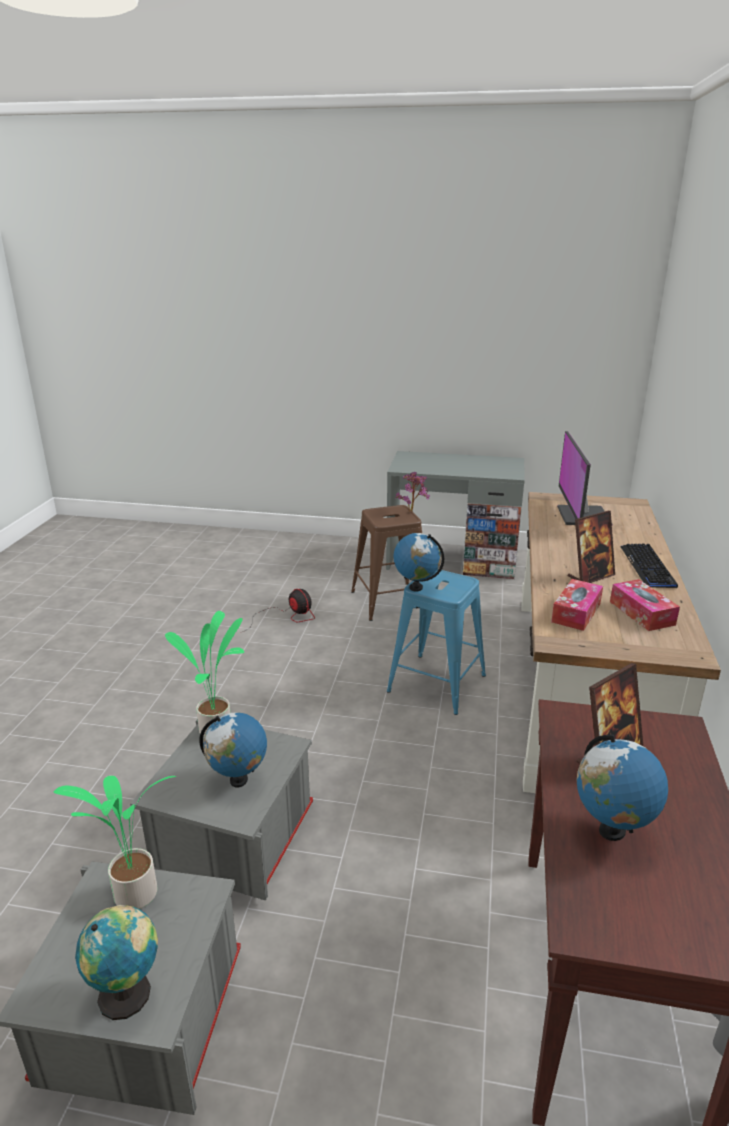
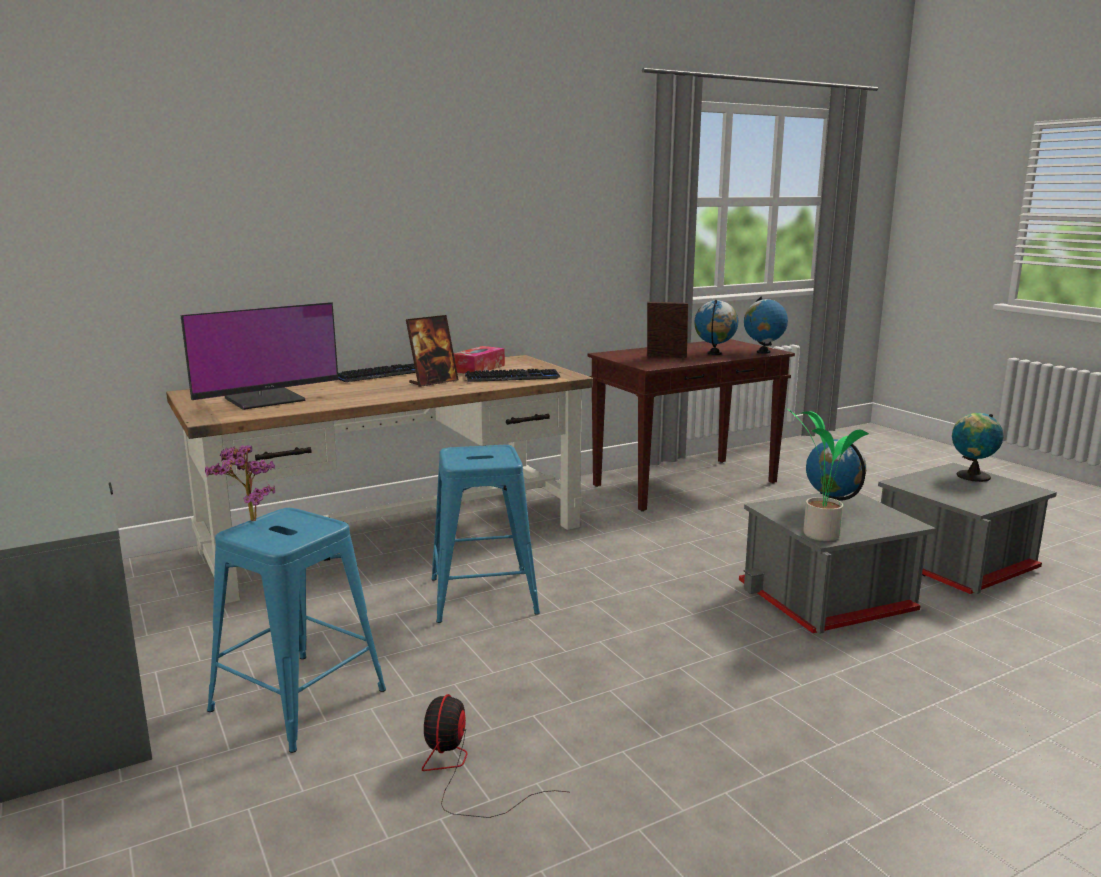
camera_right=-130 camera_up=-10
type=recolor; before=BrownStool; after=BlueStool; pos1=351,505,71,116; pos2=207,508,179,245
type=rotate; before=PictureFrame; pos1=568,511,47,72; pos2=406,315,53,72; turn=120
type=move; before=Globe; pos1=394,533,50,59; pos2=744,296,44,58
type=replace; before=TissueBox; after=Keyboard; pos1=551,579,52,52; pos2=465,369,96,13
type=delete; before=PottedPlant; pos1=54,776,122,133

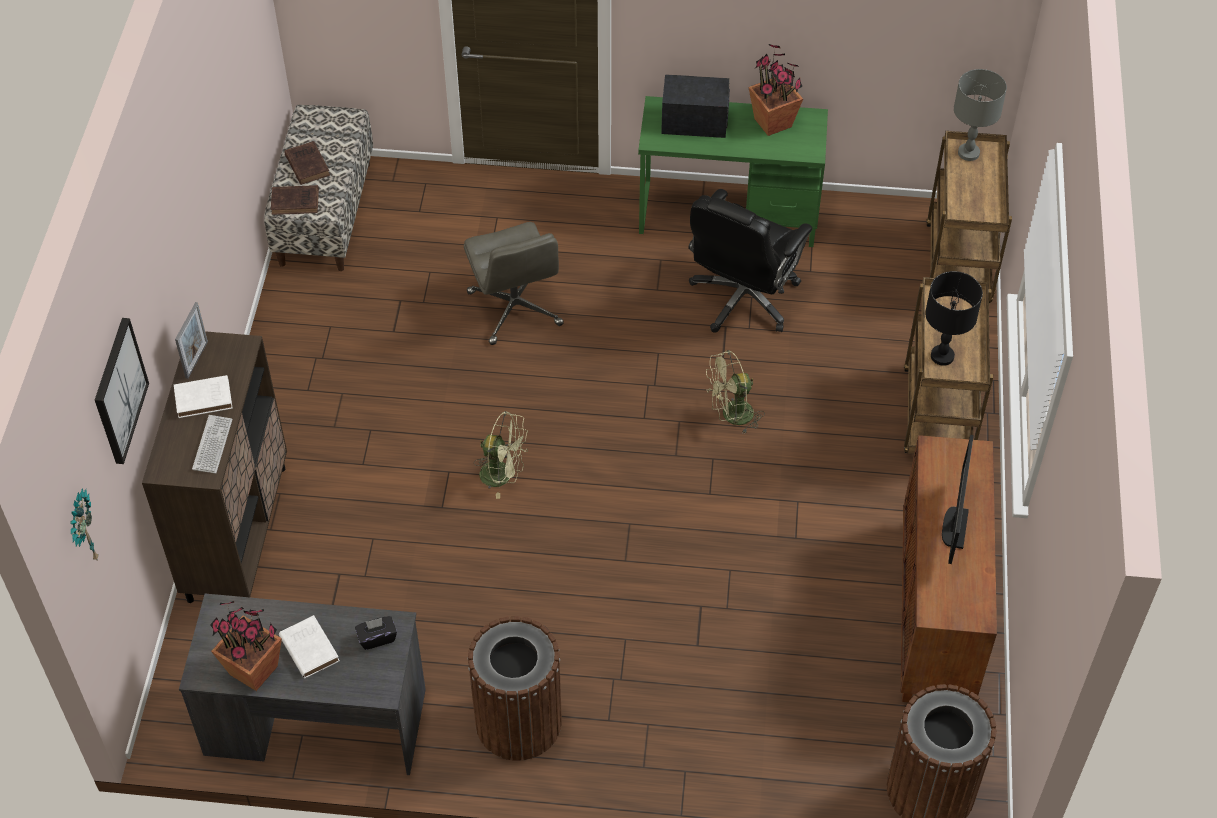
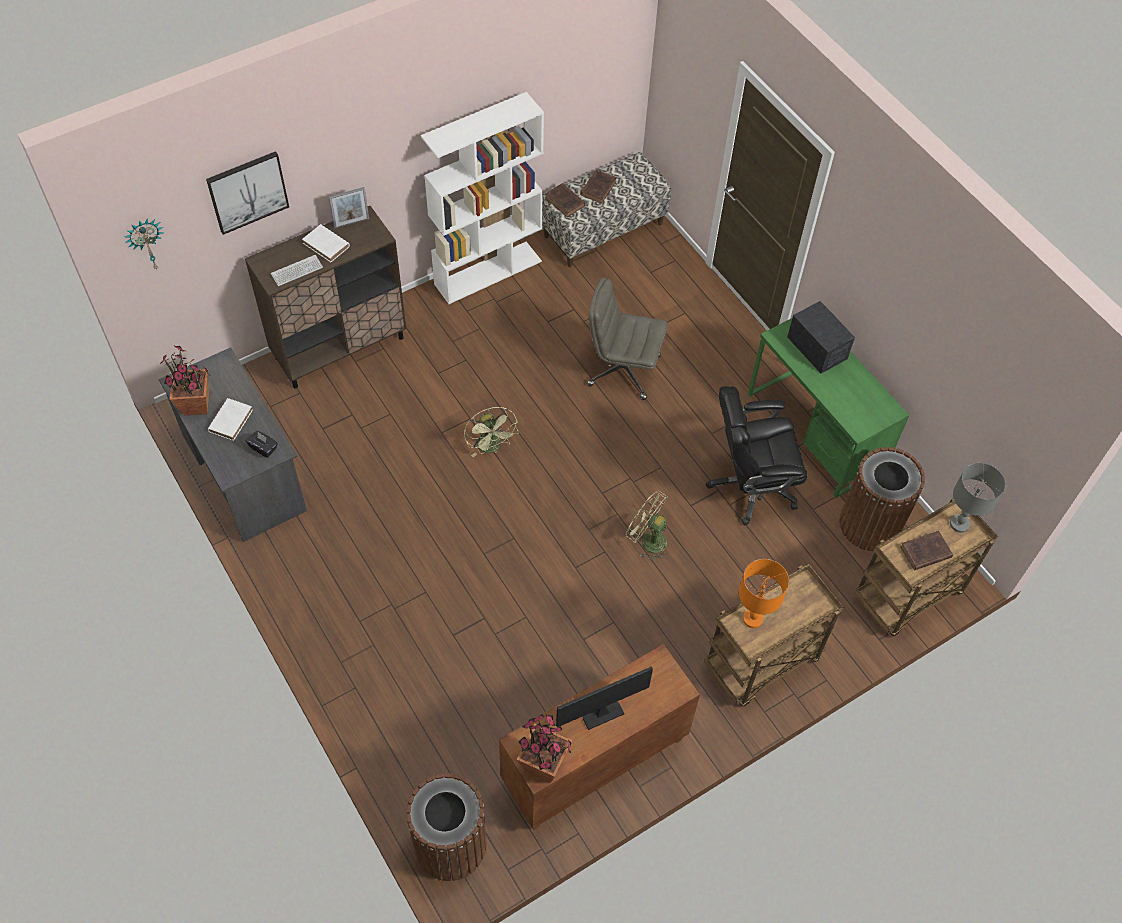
camera_right=50 camera_up=5
type=move; before=PottedPlant; pos1=748,44,55,92; pos2=517,714,55,69
type=rotate; before=GreyOfficeChair; pos1=464,222,100,123; pos2=587,277,80,123; turn=75
type=recolor; before=BlackTableLamp; after=OrangeTableLamp; pos1=925,271,58,95; pos2=739,559,50,69
type=move; before=BrownTrashCan; pos1=468,616,94,145; pos2=839,447,86,104
type=insert; after=WhiteBookcase; pos2=421,92,123,212
type=insert; after=BrownBook; pos2=900,531,53,40

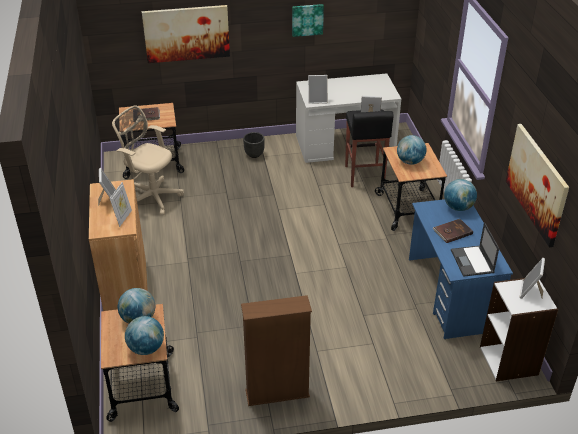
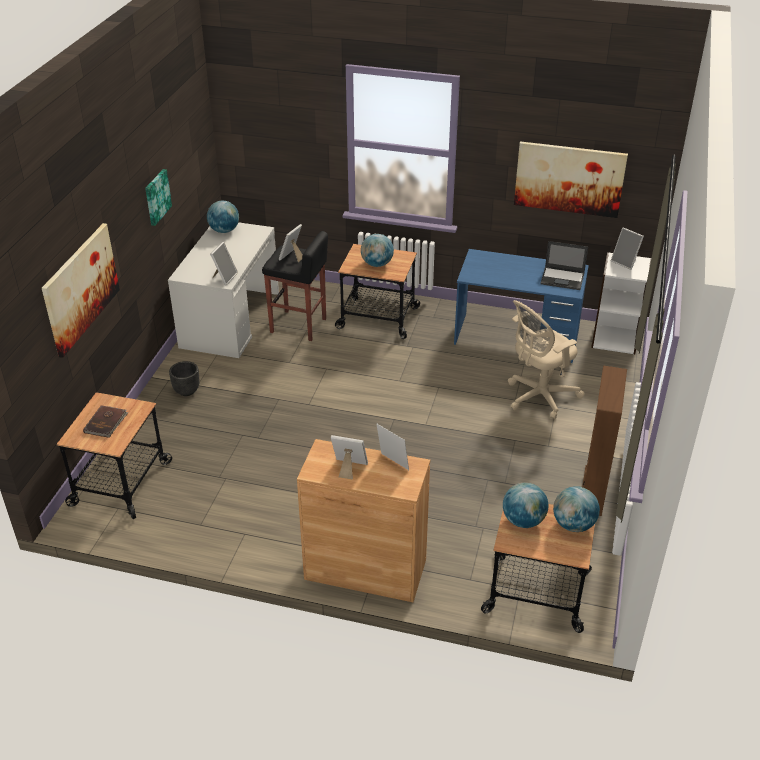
camera_right=-65 camera_up=0
type=move; before=BeigeOfficeChair; pos1=112,105,72,110; pos2=508,300,77,119
type=move; before=Globe; pos1=444,179,33,32; pos2=207,201,32,32
type=delete; before=BrownBook; pos1=433,219,40,24

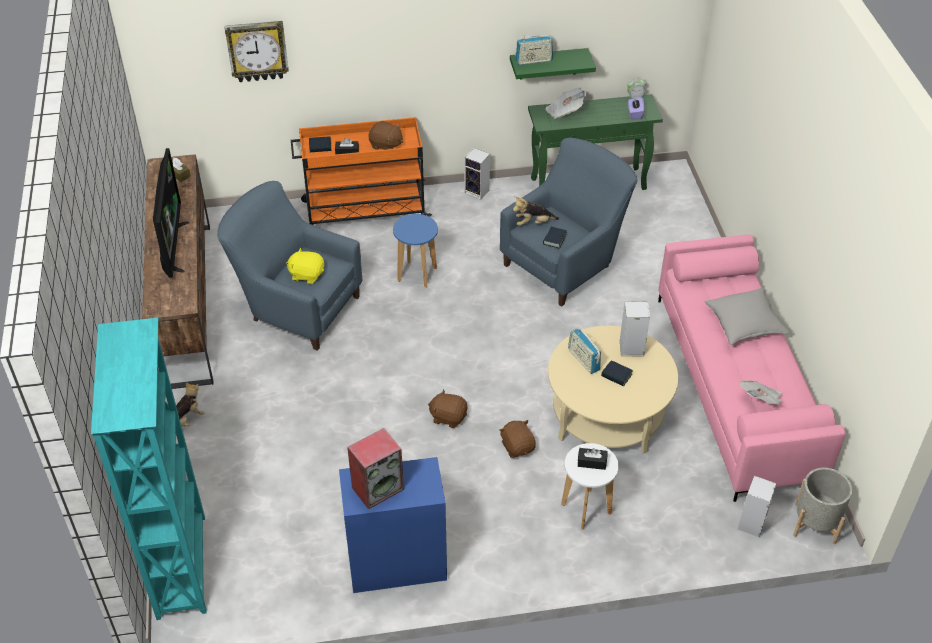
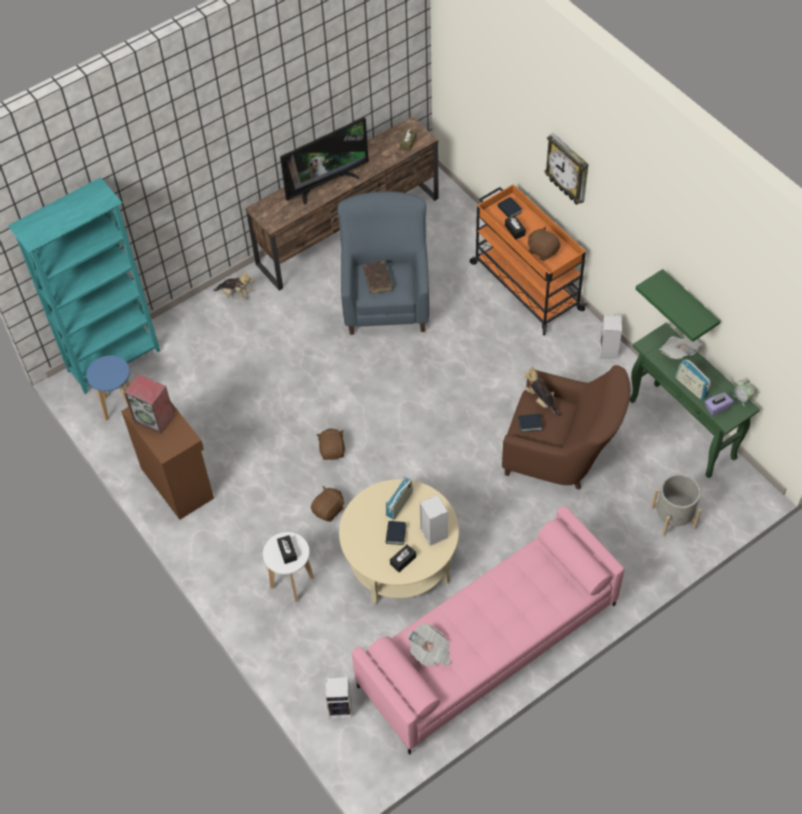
camera_right=65 camera_up=10
type=move; before=WallClock; pos1=225,21,64,61; pos2=544,133,44,72
type=move; before=Radio; pos1=515,35,38,30; pos2=675,359,36,41
type=rotate; before=BrownPlushToy; pos1=368,121,35,29; pos2=528,226,32,35; turn=135
type=recolor; before=BlueArmchair; after=BrownArmchair; pos1=500,138,137,169; pos2=502,365,129,125
type=move; before=BlueStool; pos1=393,214,45,74; pos2=86,355,44,66
type=replace; before=YellowPlushToy; after=BrownBook; pos1=286,248,38,36; pos2=362,260,31,34
type=delete; before=GreyPillow; pos1=705,288,84,57
type=recolor; before=BlueCabinet; after=BrownCabinet; pos1=339,457,108,136; pos2=121,401,93,119
type=move; before=GreyPlanter; pos1=793,468,59,76; pos2=651,474,50,62
type=insert; after=BlackTissueBox; pos2=390,544,26,28

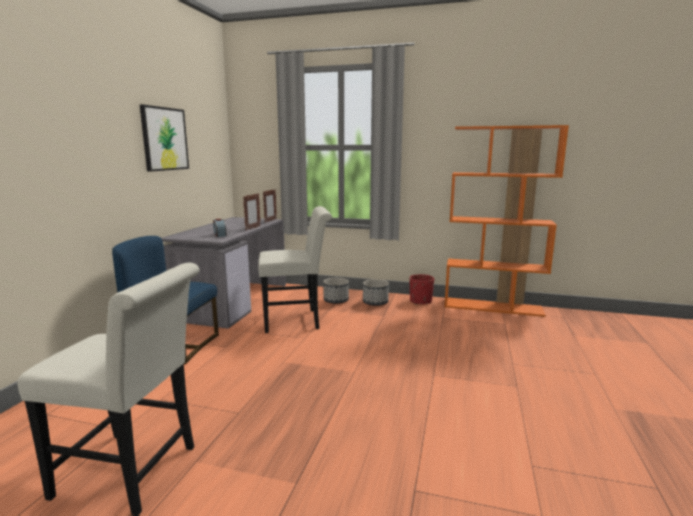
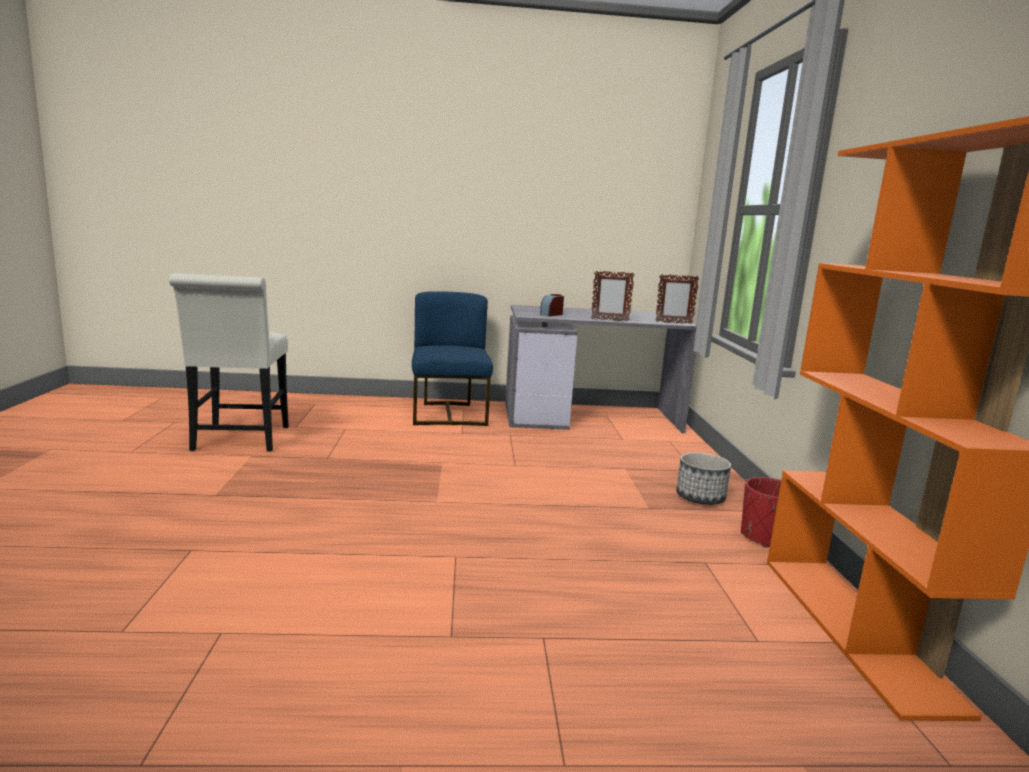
camera_right=70 camera_up=0
type=delete; before=Picture; pos1=140,105,49,67
type=delete; before=WhiteChair; pos1=258,206,74,127
type=delete; before=Planter; pos1=323,278,26,26

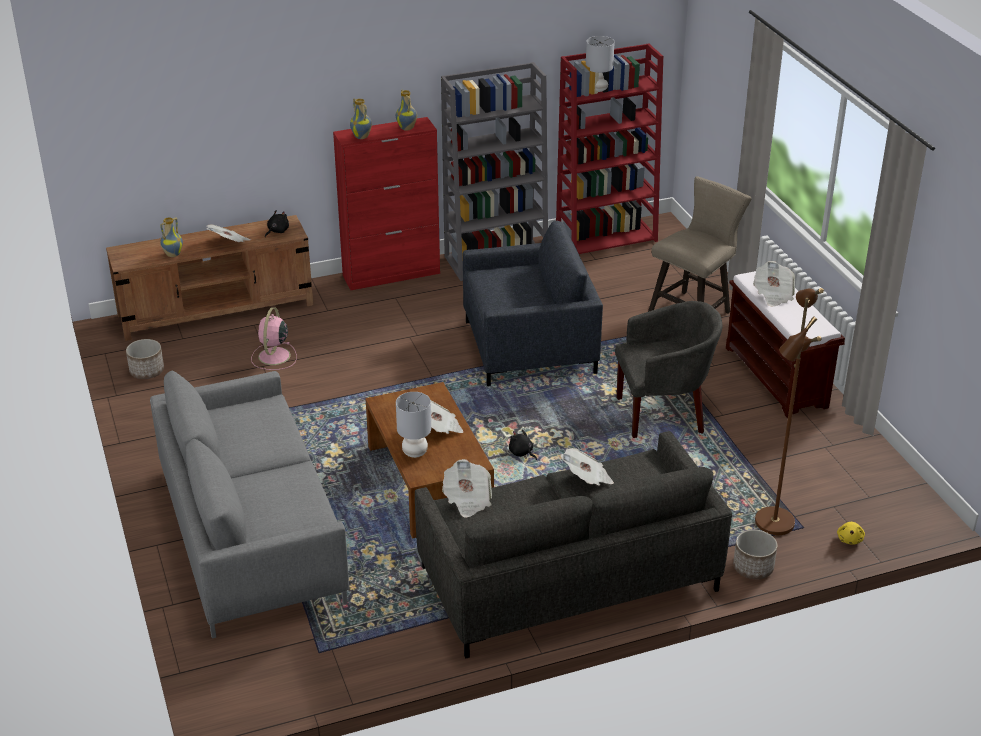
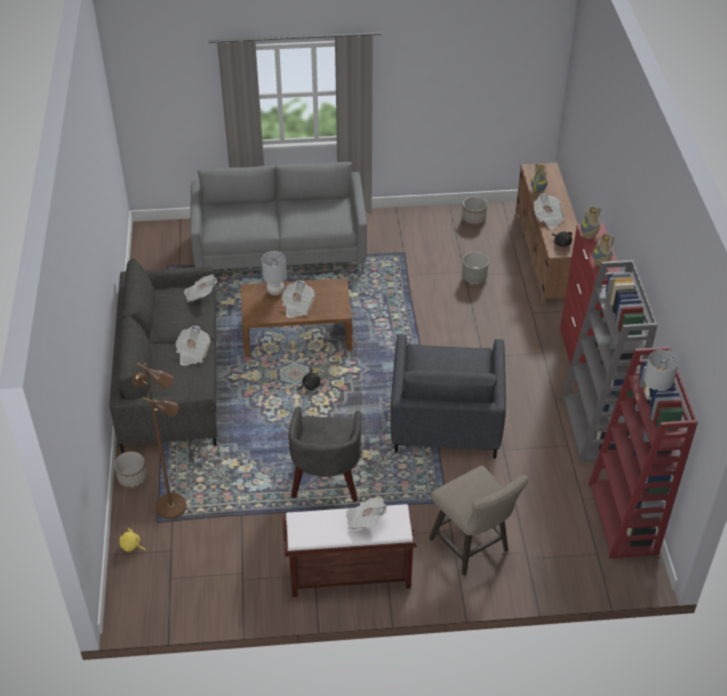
camera_right=105 camera_up=10
type=replace; before=PinkFan; after=GreyPlanter; pos1=251,307,46,63; pos2=462,252,27,32

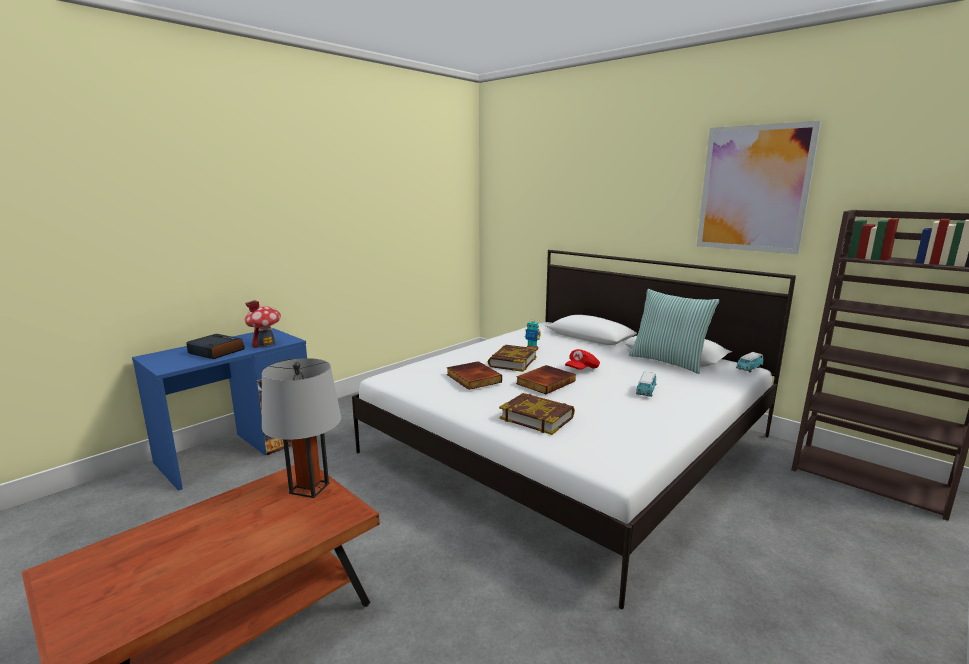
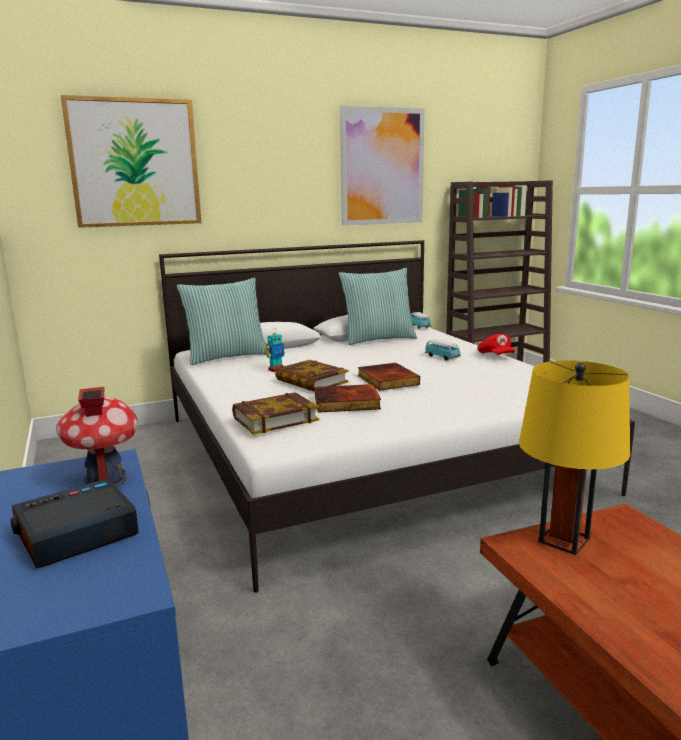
camera_right=-65 camera_up=0
type=move; before=RedCap; pos1=565,349,35,21; pos2=478,334,37,21
type=recolor; before=GreyTableLamp; after=YellowTableLamp; pos1=262,358,79,140; pos2=519,360,111,195
type=move; before=Book; pos1=499,393,76,42; pos2=232,392,87,43
type=insert; after=Picture; pos2=61,95,140,133
type=insert; after=Pillow; pos2=177,278,90,87

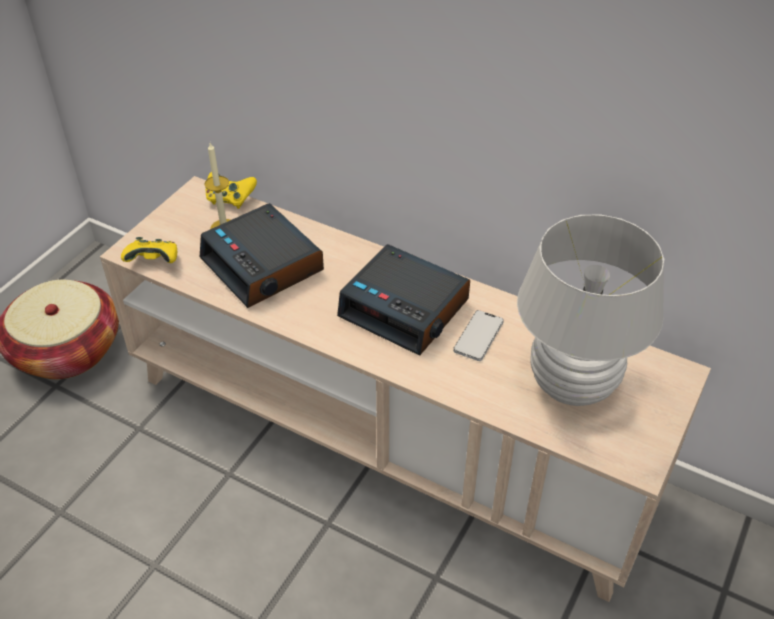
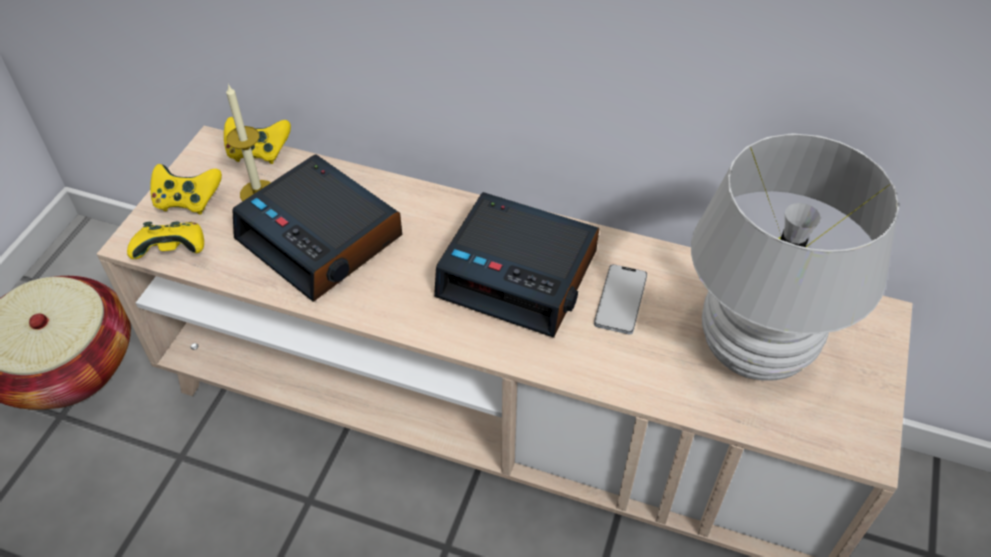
camera_right=-10 camera_up=5
type=insert; after=YellowGameController; pos2=150,164,72,51

